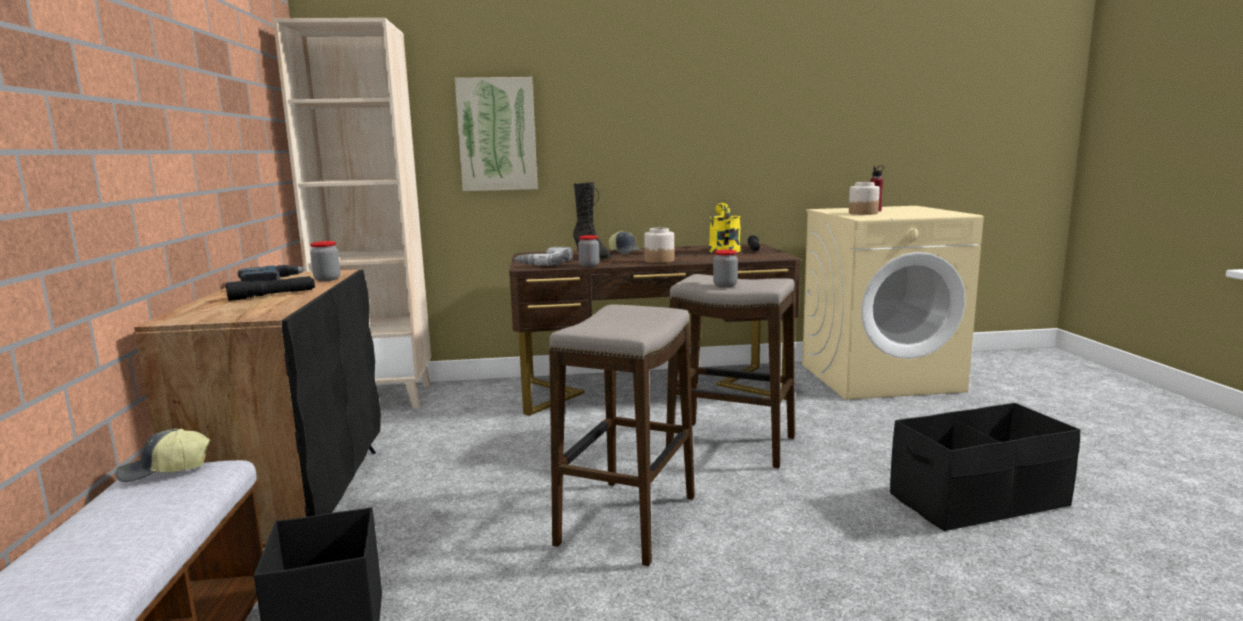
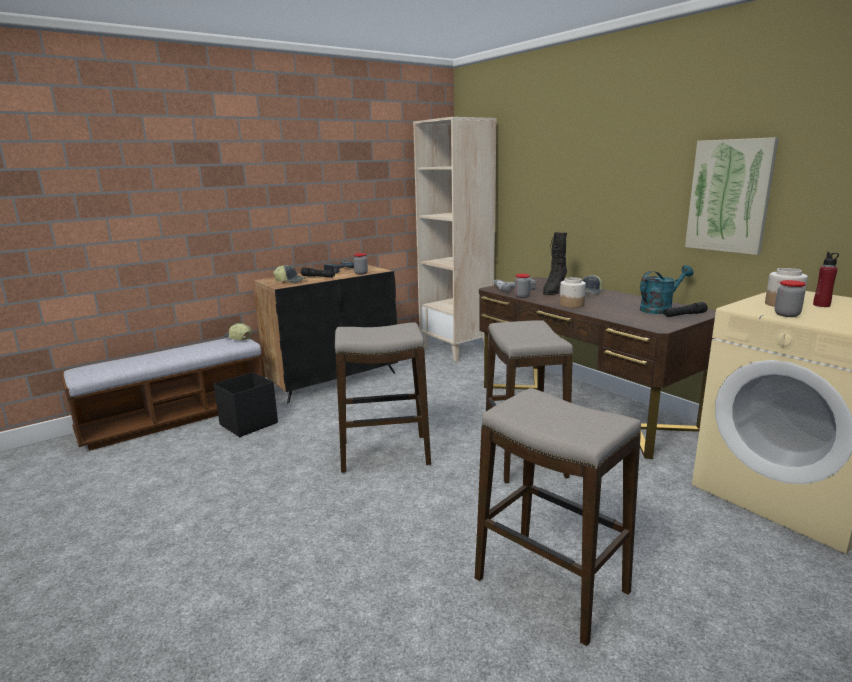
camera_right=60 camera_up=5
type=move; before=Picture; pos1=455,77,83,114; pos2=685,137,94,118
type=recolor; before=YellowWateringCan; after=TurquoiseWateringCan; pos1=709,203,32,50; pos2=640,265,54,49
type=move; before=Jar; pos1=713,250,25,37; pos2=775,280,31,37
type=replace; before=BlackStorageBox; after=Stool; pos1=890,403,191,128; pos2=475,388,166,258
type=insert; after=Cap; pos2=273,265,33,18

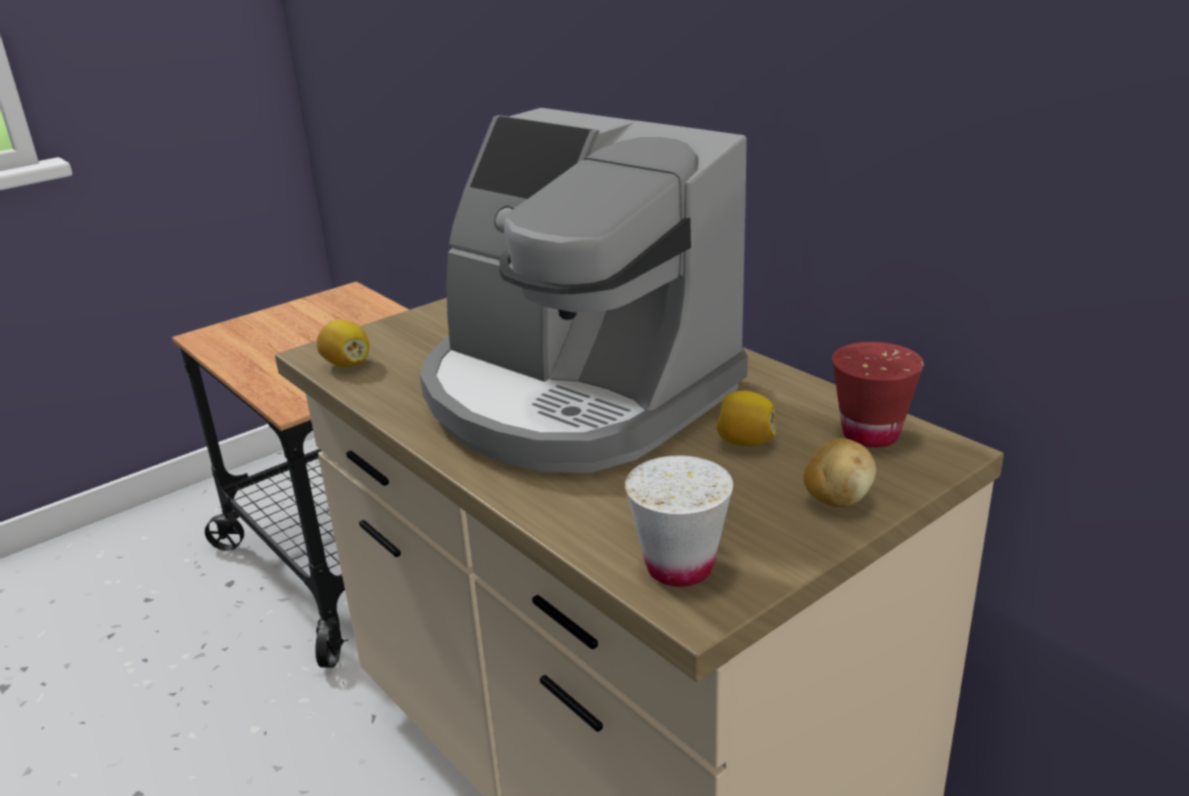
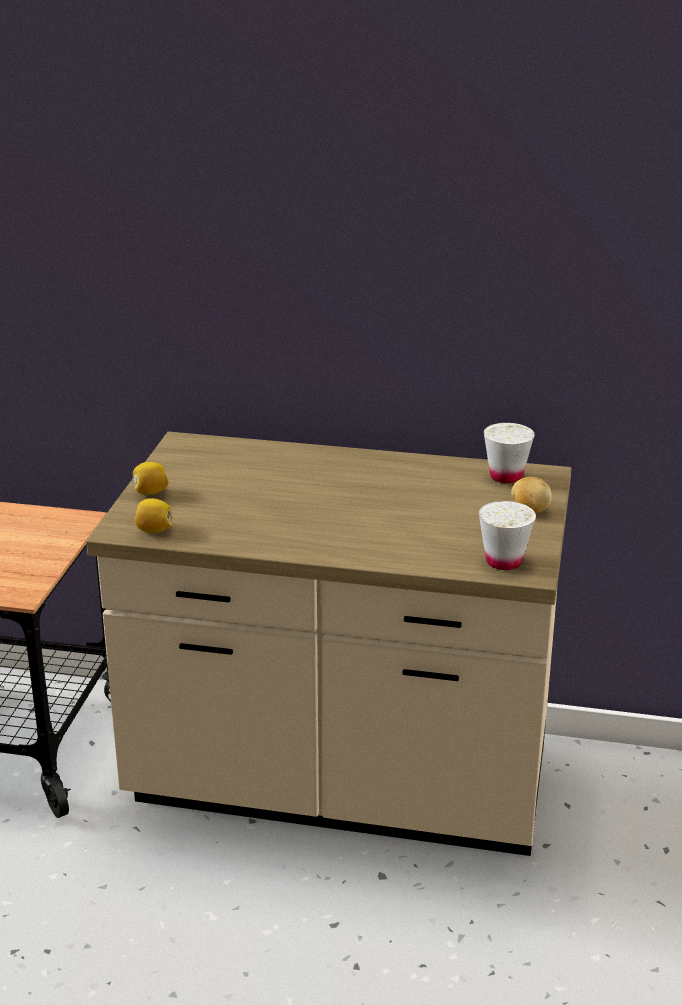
camera_right=-40 camera_up=0
type=delete; before=CoffeeMachine; pos1=420,108,328,365
type=recolor; before=RedCup; after=WhiteCup; pos1=832,342,92,106; pos2=484,423,51,61
type=move; before=Lemon; pos1=717,390,59,56; pos2=133,462,36,33

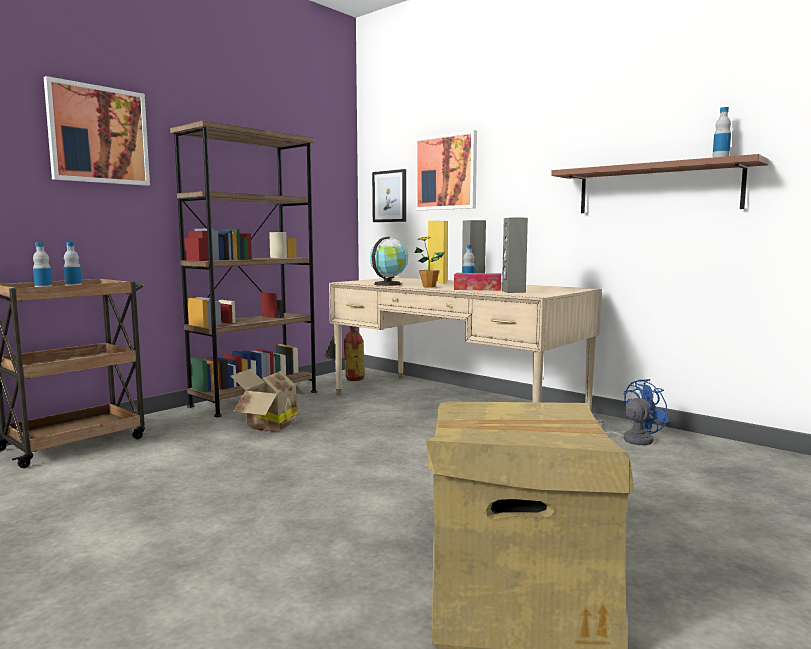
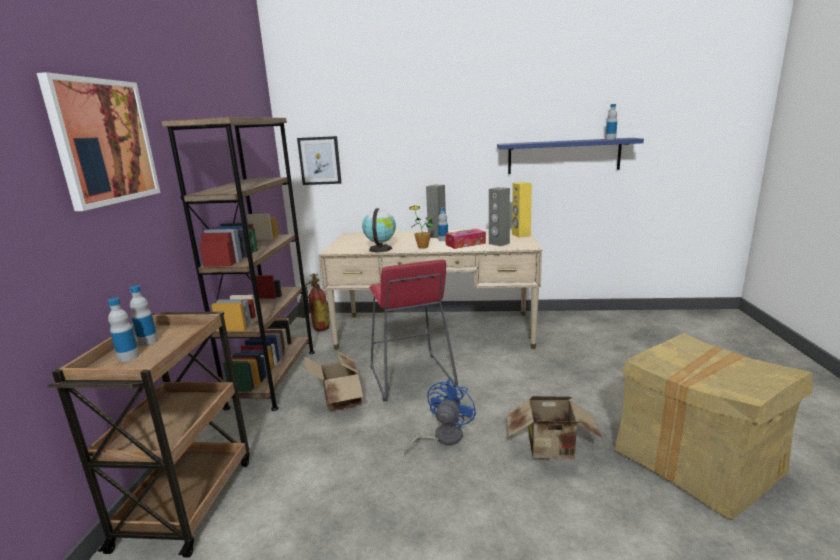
camera_right=-35 camera_up=10
type=delete; before=Picture; pos1=415,130,62,80
type=recolor; before=BrownShelf; after=BlueShelf; pos1=551,154,218,59; pos2=497,138,147,36
type=move; before=YellowSpeaker; pos1=428,221,20,63; pos2=512,182,20,55
type=move; before=BlueFan; pos1=598,379,73,66; pos2=404,379,72,76
type=insert; after=RedStool; pos2=369,259,89,142
type=insert; after=CardboardBox; pos2=507,396,95,64

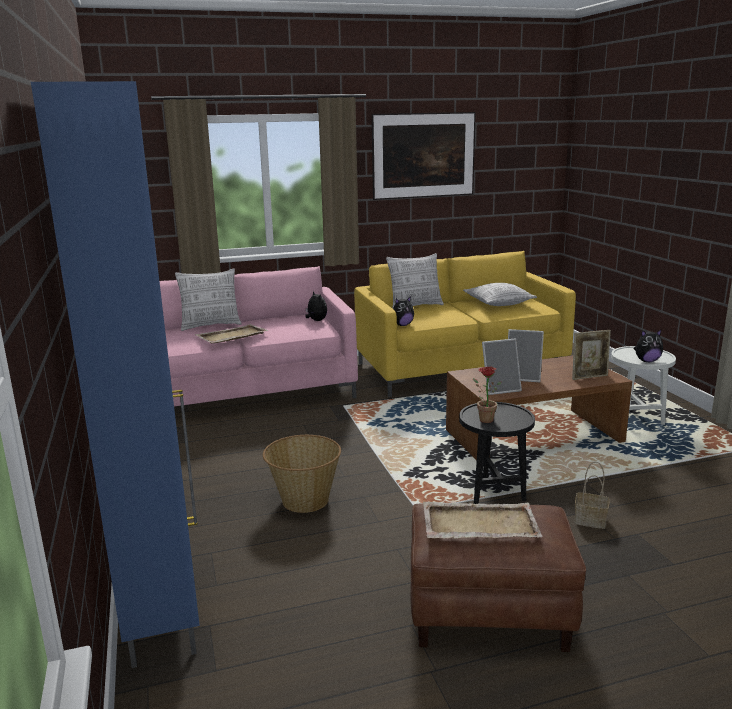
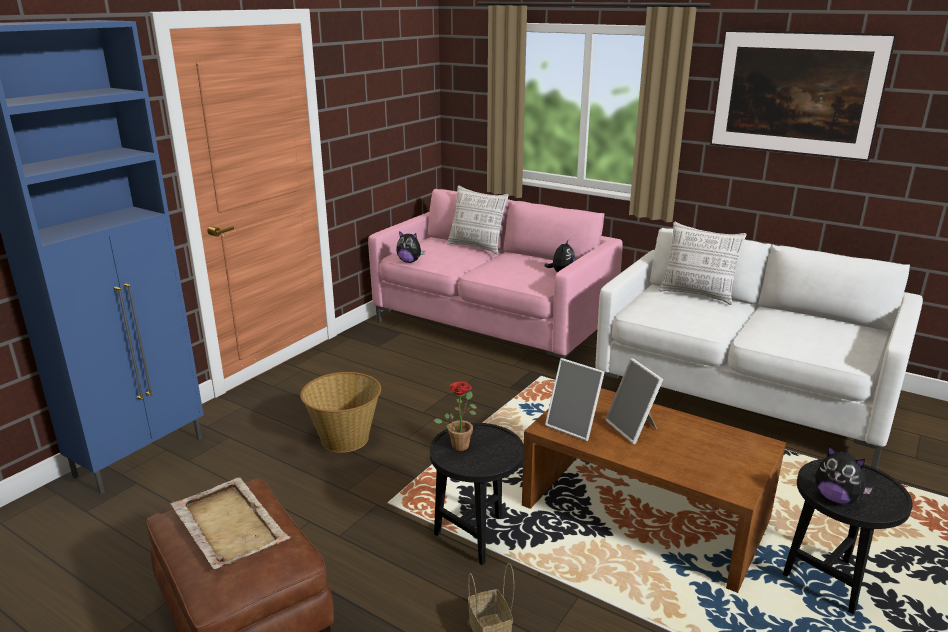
camera_right=50 camera_up=5
type=recolor; before=YellowSofa; after=WhiteSofa; pos1=354,251,222,147; pos2=595,228,328,241
type=delete; before=Pillow; pos1=463,283,74,23
type=move; before=PlushToy; pos1=393,296,21,30; pos2=396,231,29,32
type=delete; before=BeigeTray; pos1=195,324,74,19
type=delete; before=PictureFrame; pos1=572,330,39,50
type=recolor; before=WhiteSideTable; after=BlackSideTable; pos1=611,346,65,79; pos2=783,459,130,155

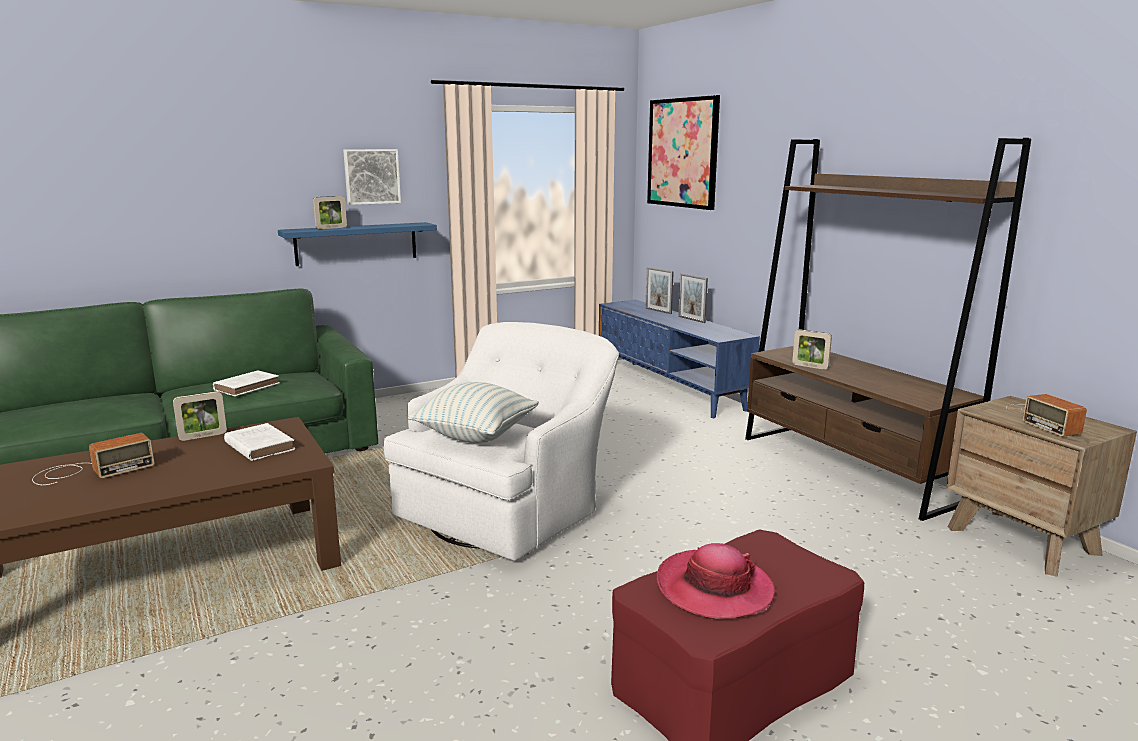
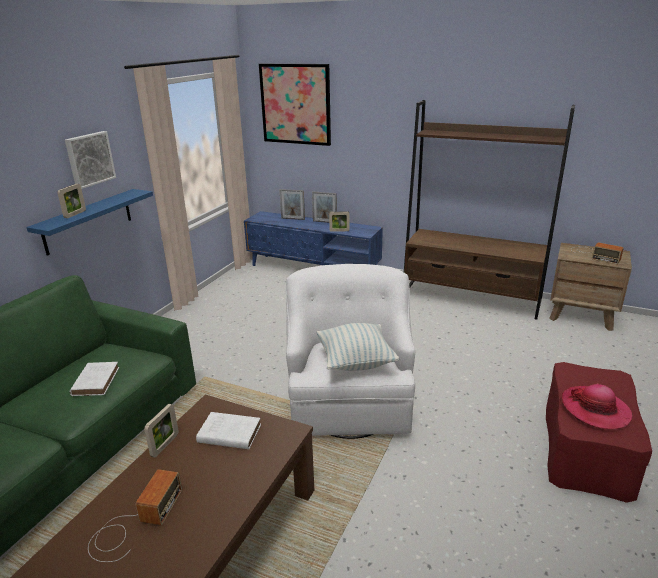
camera_right=-35 camera_up=10
type=move; before=PictureFrame; pos1=792,329,40,41; pos2=329,211,21,21

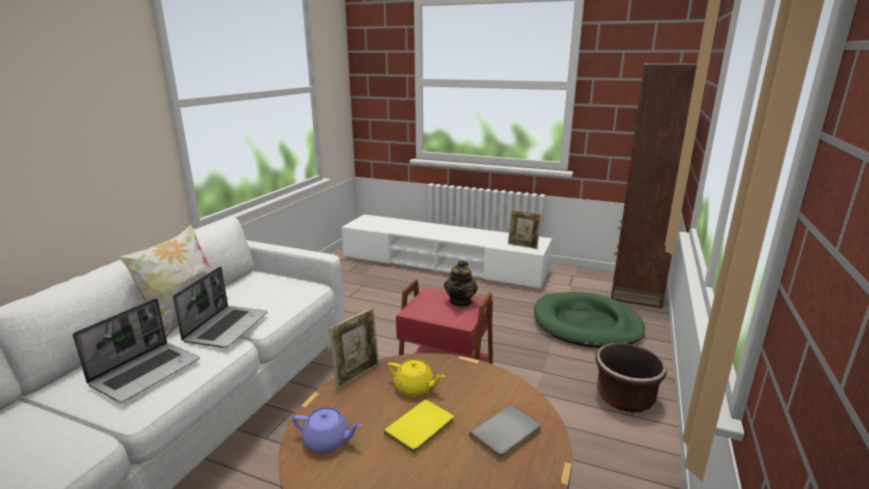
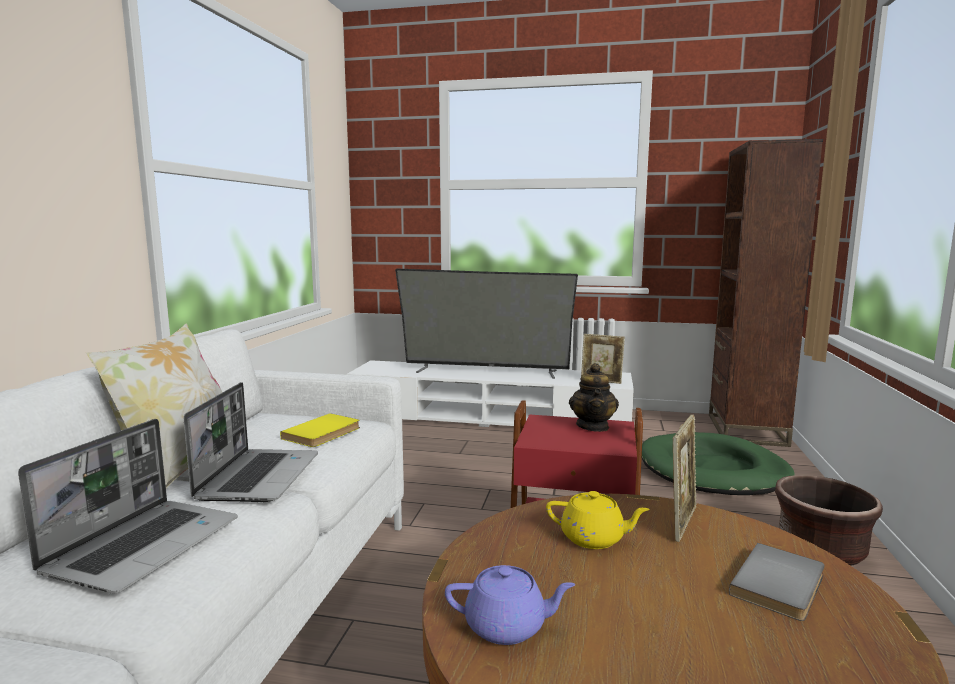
camera_right=-10 camera_up=-10
type=move; before=PictureFrame; pos1=329,307,50,82; pos2=673,414,24,128
type=move; before=YellowBook; pos1=384,399,70,56; pos2=280,413,80,34
type=insert; after=Television; pos2=395,269,183,110

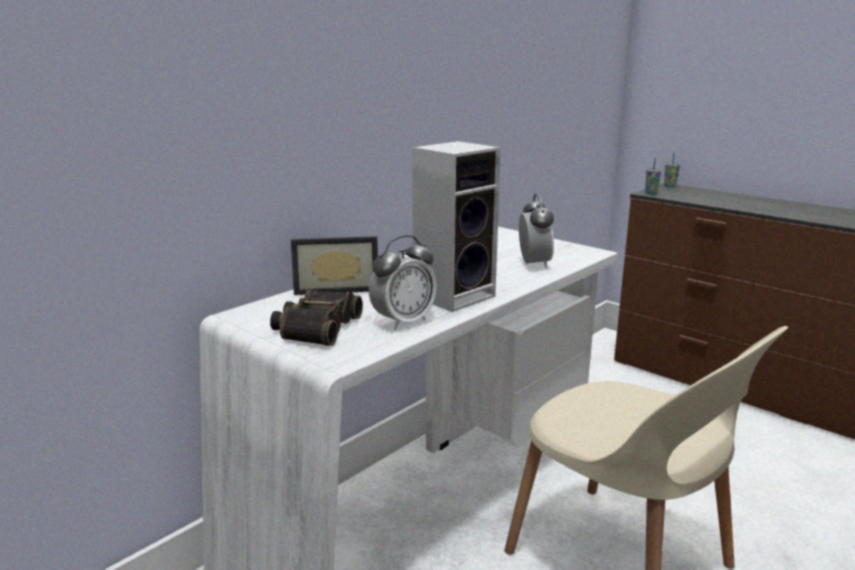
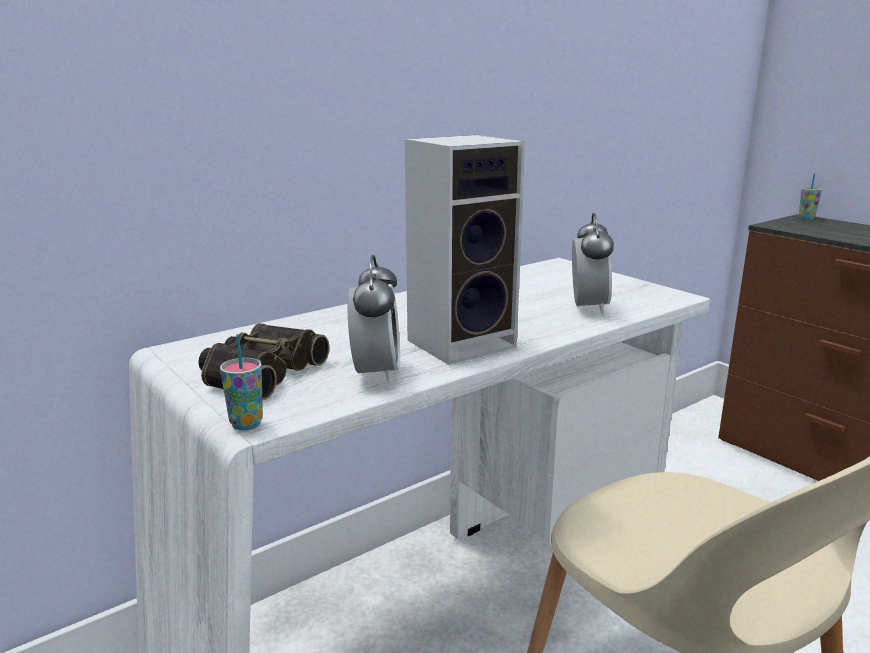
camera_right=10 camera_up=0
type=move; before=Cup; pos1=645,158,17,36; pos2=220,334,43,96
type=rotate; before=AlarmClock; pos1=369,235,68,95; pos2=348,255,52,129; turn=-60
type=delete; before=PictureFrame; pos1=291,236,87,59

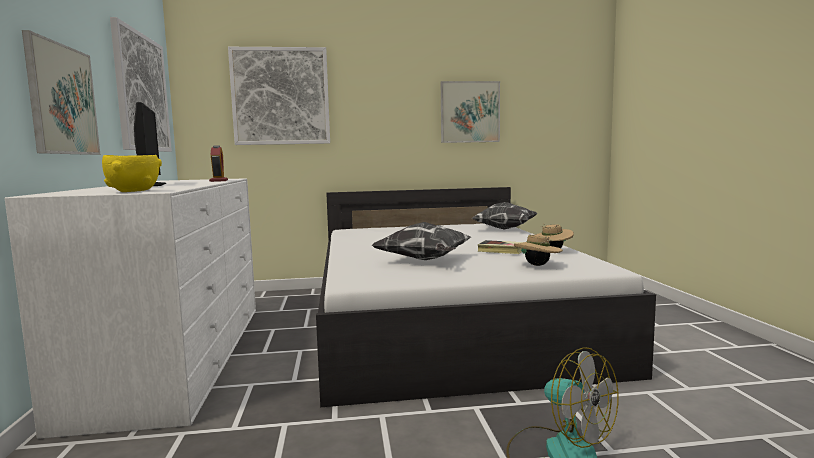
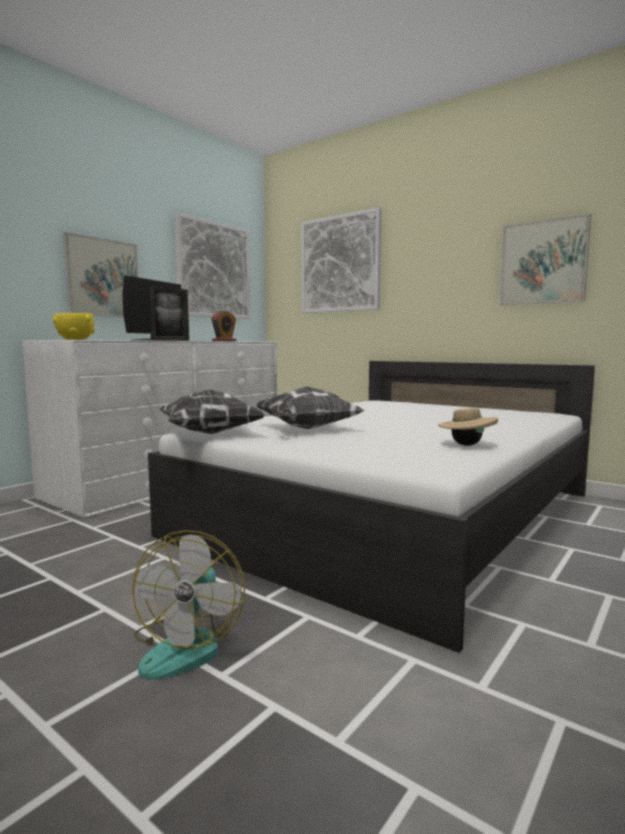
camera_right=45 camera_up=0
type=move; before=Pillow; pos1=472,202,65,28; pos2=160,389,105,45
type=delete; before=BeigeHat; pos1=514,235,49,31
type=delete; before=Book; pos1=478,240,45,14
type=insert; after=PictureFrame; pos2=150,286,39,55

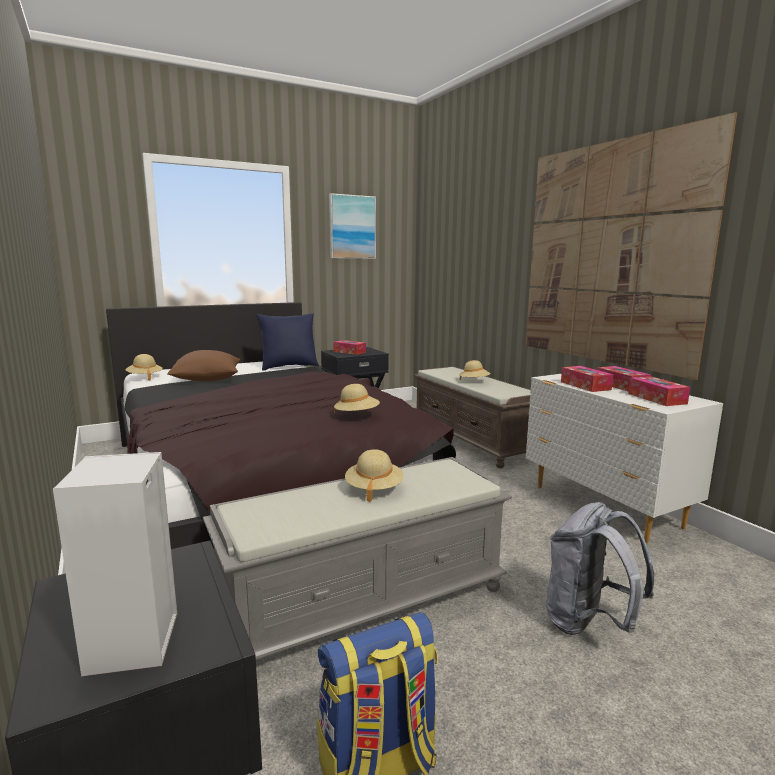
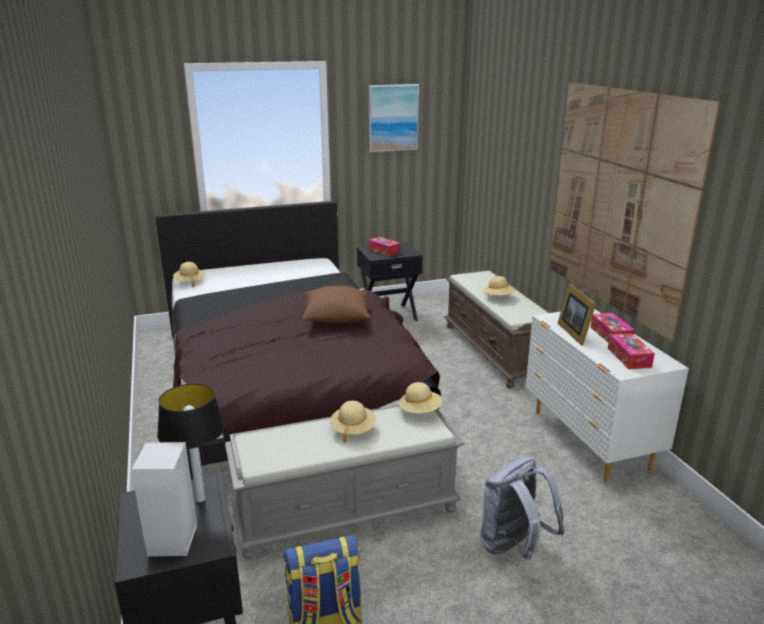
camera_right=10 camera_up=10
type=delete; before=BluePillow; pos1=256,313,63,58
type=move; before=BrownPillow; pos1=167,350,73,31; pos2=302,286,68,37
type=replace; before=TissueBox; after=PictureFrame; pos1=561,366,52,26; pos2=558,284,38,62
type=move; before=BeigeHat; pos1=334,384,46,31; pos2=399,382,43,31
type=insert; after=TableLamp; pos2=157,384,68,118

